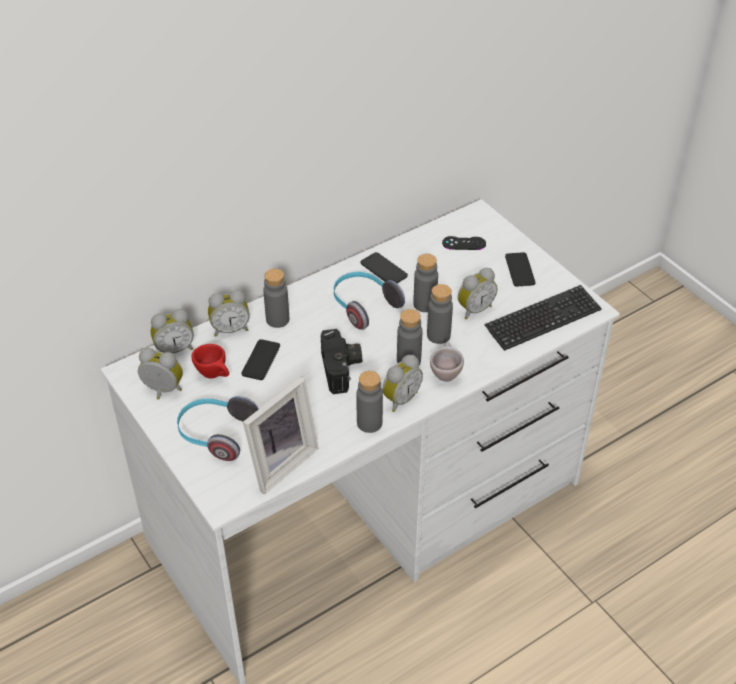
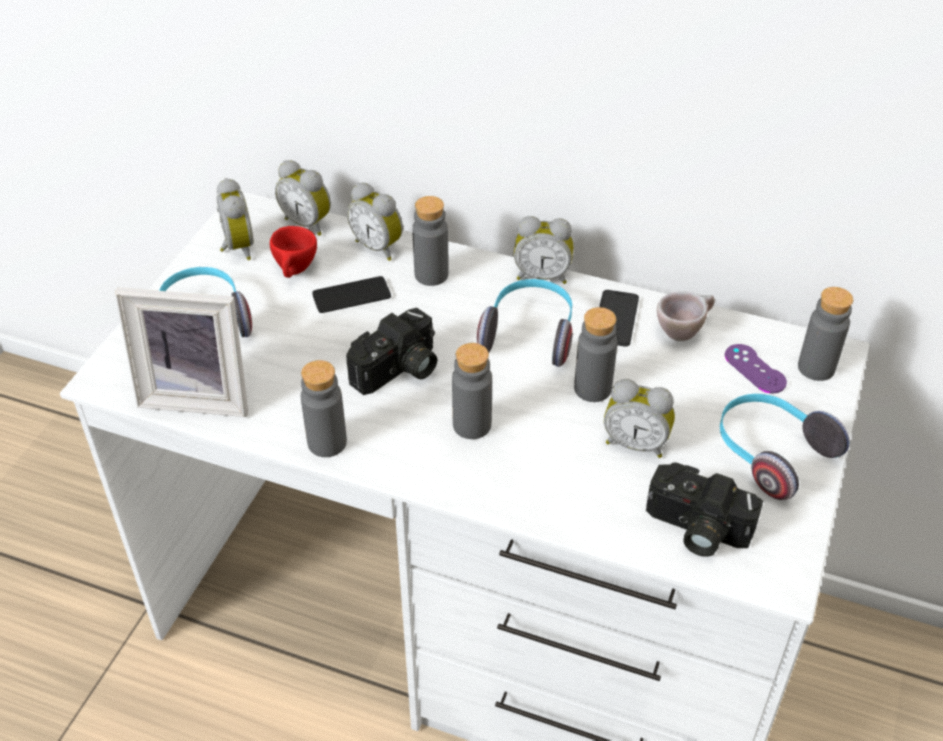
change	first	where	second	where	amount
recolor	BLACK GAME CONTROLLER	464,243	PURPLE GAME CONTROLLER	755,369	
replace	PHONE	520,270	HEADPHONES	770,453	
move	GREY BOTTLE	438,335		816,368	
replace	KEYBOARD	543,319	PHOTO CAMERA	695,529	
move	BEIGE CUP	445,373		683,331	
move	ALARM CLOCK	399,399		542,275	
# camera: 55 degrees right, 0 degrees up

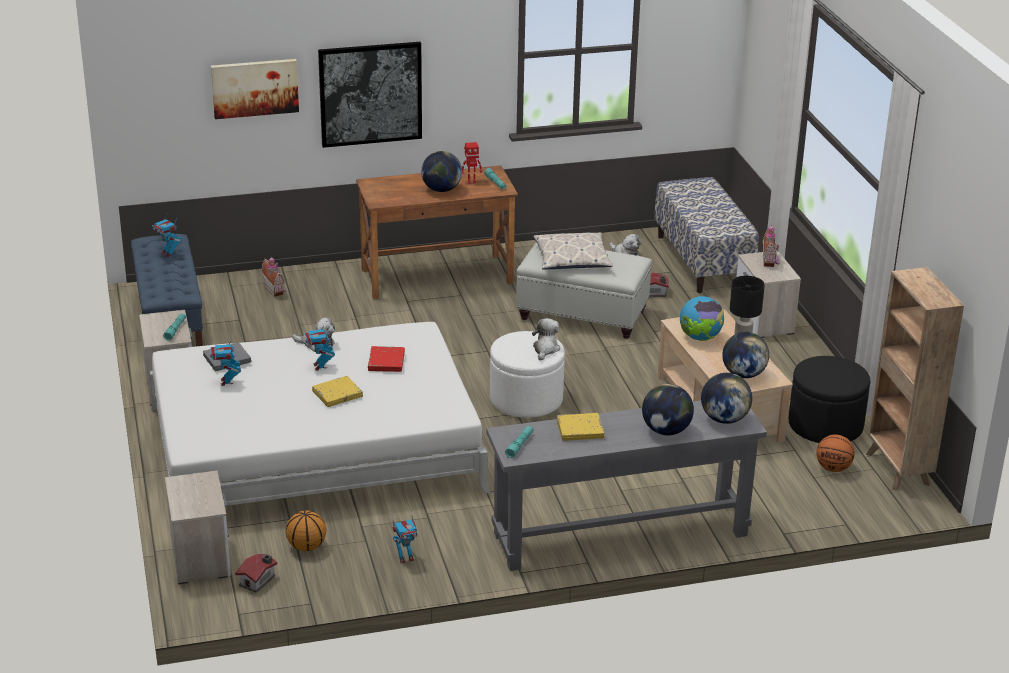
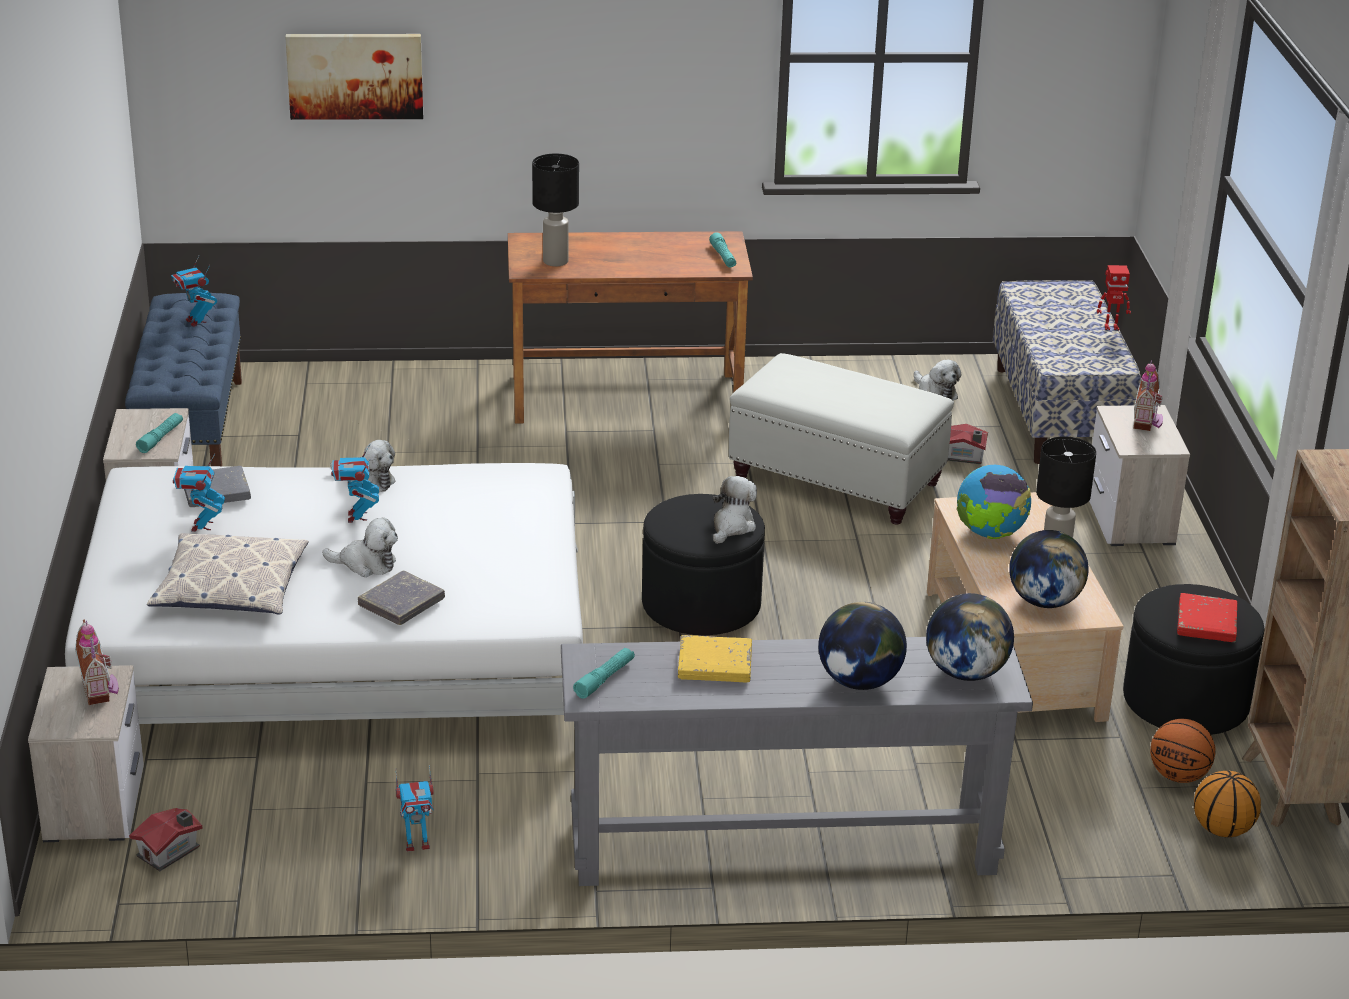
change	first	where	second	where	amount
delete	PICTURE	370,94			
move	TOY ROBOT	471,181		1111,327	
delete	GLOBE	441,190			
move	PILLOW	572,259		230,588	
move	TOY HOUSE	276,290		100,688	
recolor	WHITE OTTOMAN	526,399	BLACK OTTOMAN	701,605	
move	RED BOOK	386,362		1206,622	
replace	YELLOW BOOK	337,394	PLUSH TOY	366,564	
move	BASKETBALL	306,547		1222,830	
insert			BLACK TABLE LAMP	555,261	
insert			GREY BOOK	401,603	
# camera: 10 degrees right, 0 degrees up

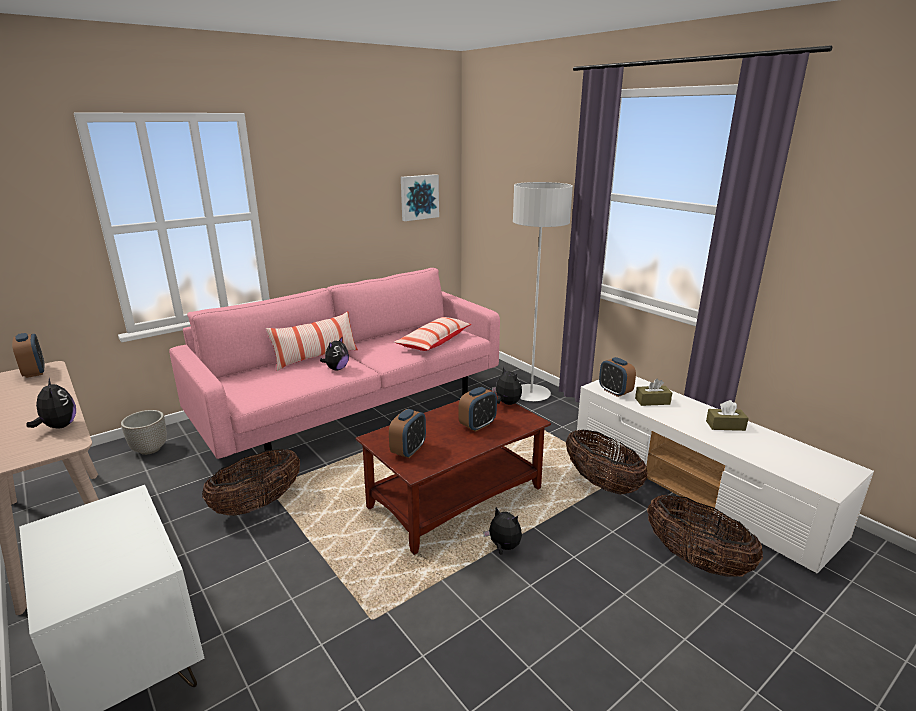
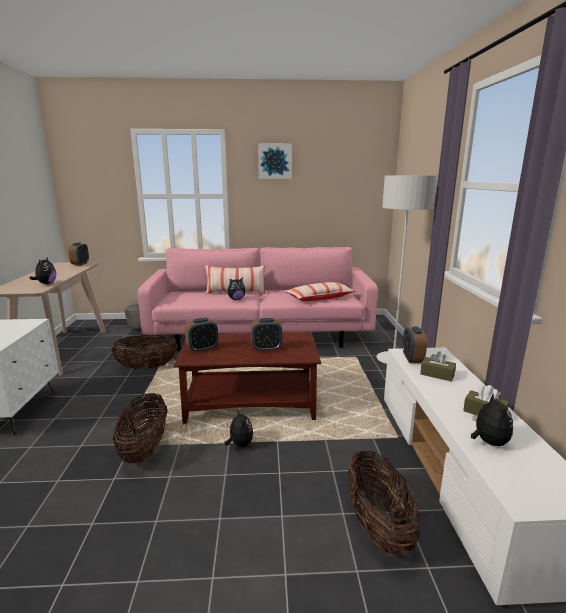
change	first	where	second	where	amount
move	PICTURE	419,197		275,161	
move	PLUSH TOY	506,403		488,442	
move	BASKET	601,483		144,448	
# camera: 35 degrees right, 5 degrees down

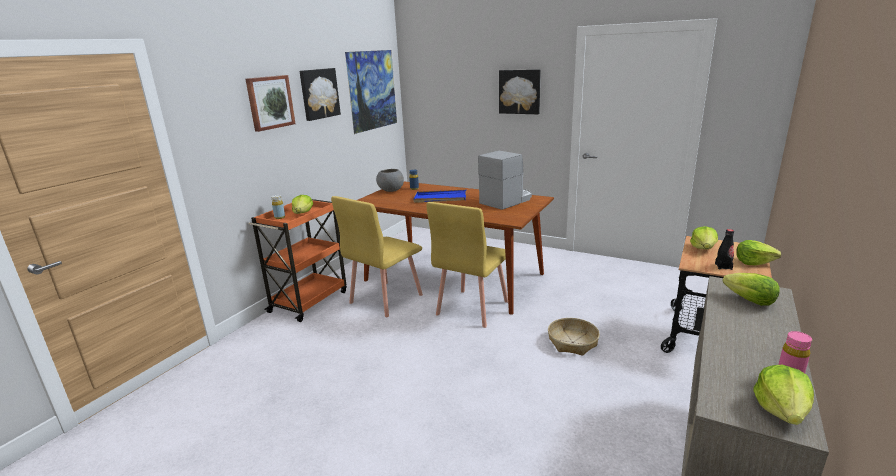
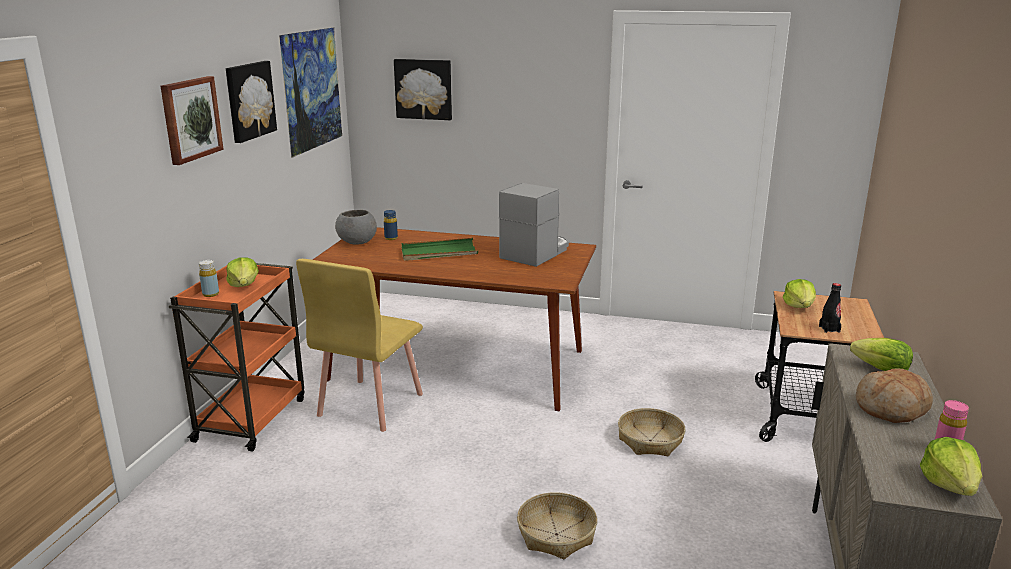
change	first	where	second	where	amount
move	PICTURE	520,91		424,89	
recolor	BLUE TRAY	440,198	GREEN TRAY	438,252	
delete	YELLOW CHAIR	471,308			
delete	LETTUCE	753,262			
insert			BREAD	892,408	
insert			BASKET	556,534	
# camera: 15 degrees left, 0 degrees up

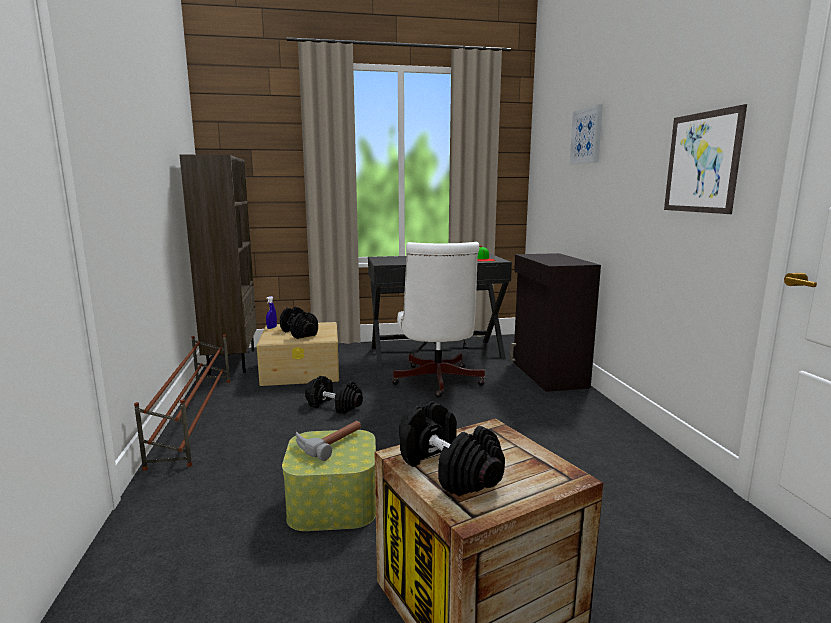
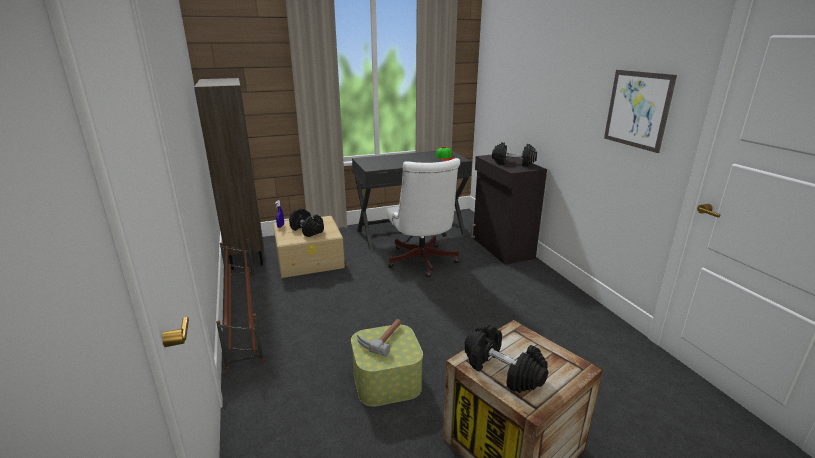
change	first	where	second	where	amount
delete	PICTURE	587,136			
move	BLACK DUMBBELL	334,406		513,163	
# camera: 10 degrees left, 10 degrees up

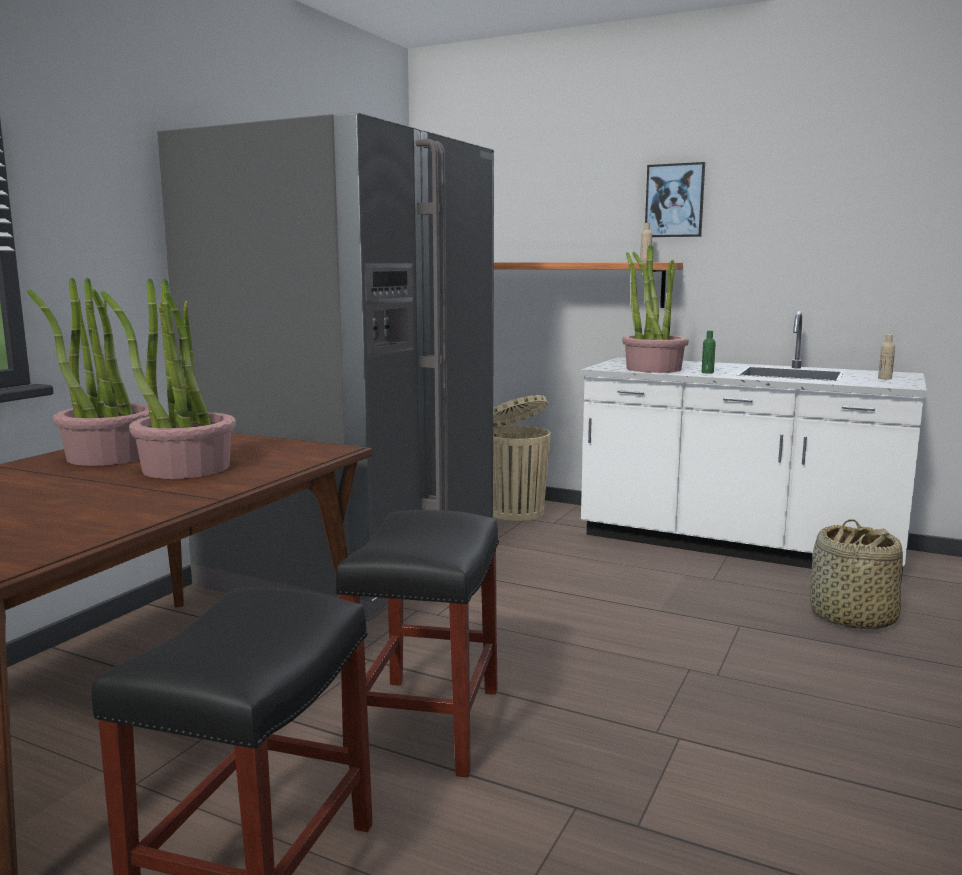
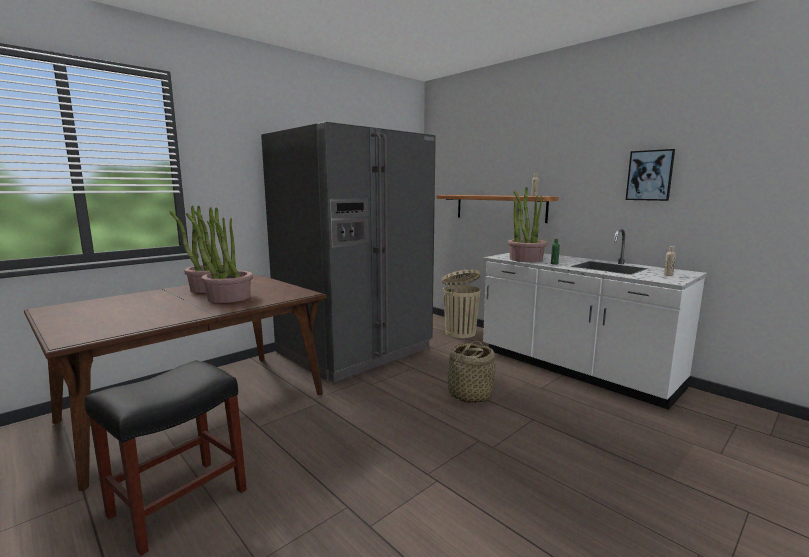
change	first	where	second	where	amount
move	PICTURE	674,200		650,175	
delete	BLACK STOOL	426,726			
move	BASKET	851,618		469,395	
# camera: 20 degrees right, 0 degrees up

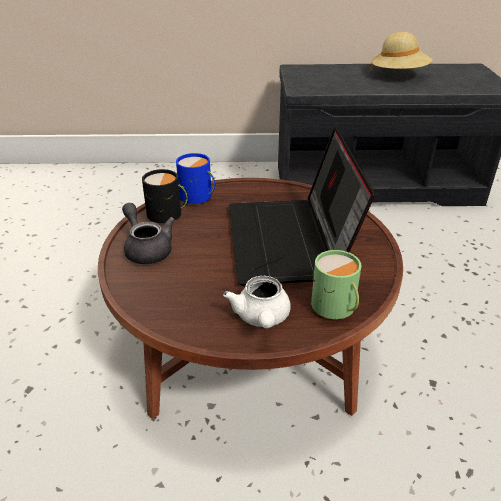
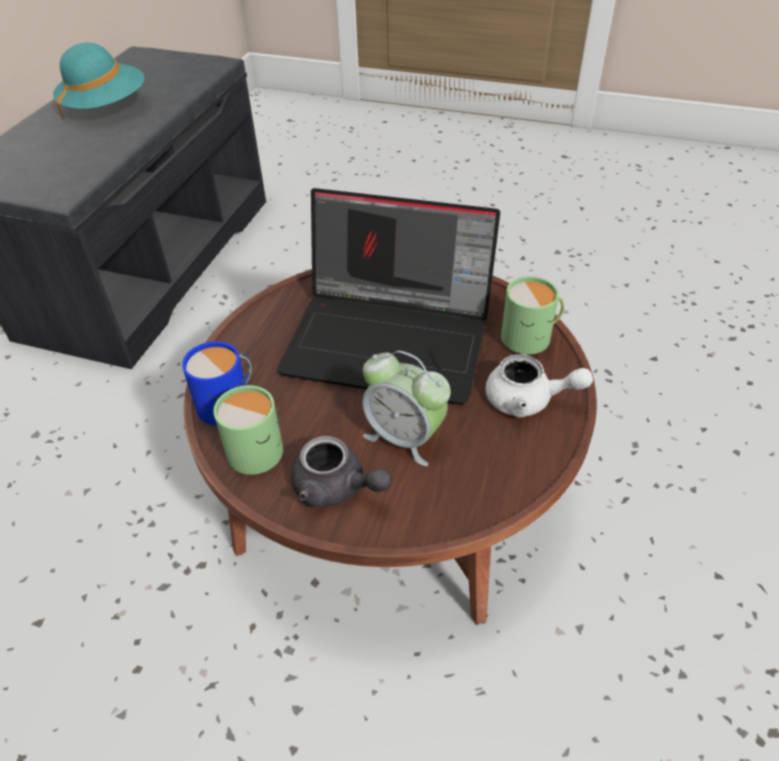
change	first	where	second	where	amount
recolor	BEIGE HAT	398,75	TURQUOISE HAT	106,108	
recolor	BLACK MUG	168,214	GREEN MUG	259,447	
rotate	GREY TEAPOT	147,248		337,488	135 degrees counterclockwise
insert			ALARM CLOCK	404,437	
# camera: 70 degrees left, 10 degrees up

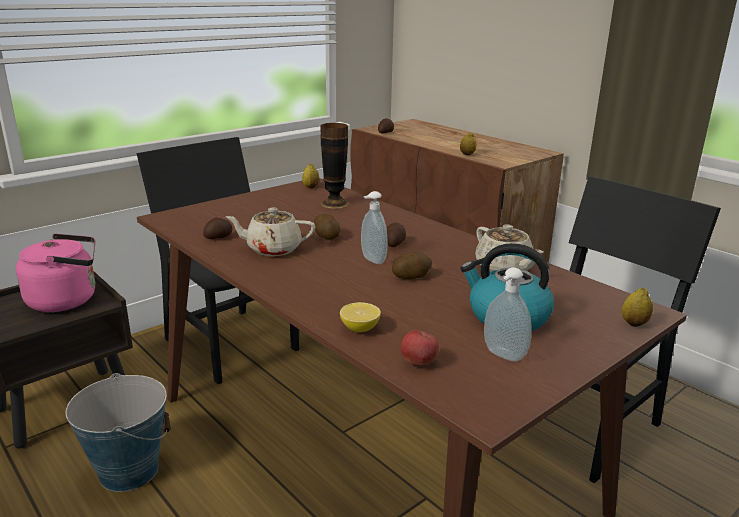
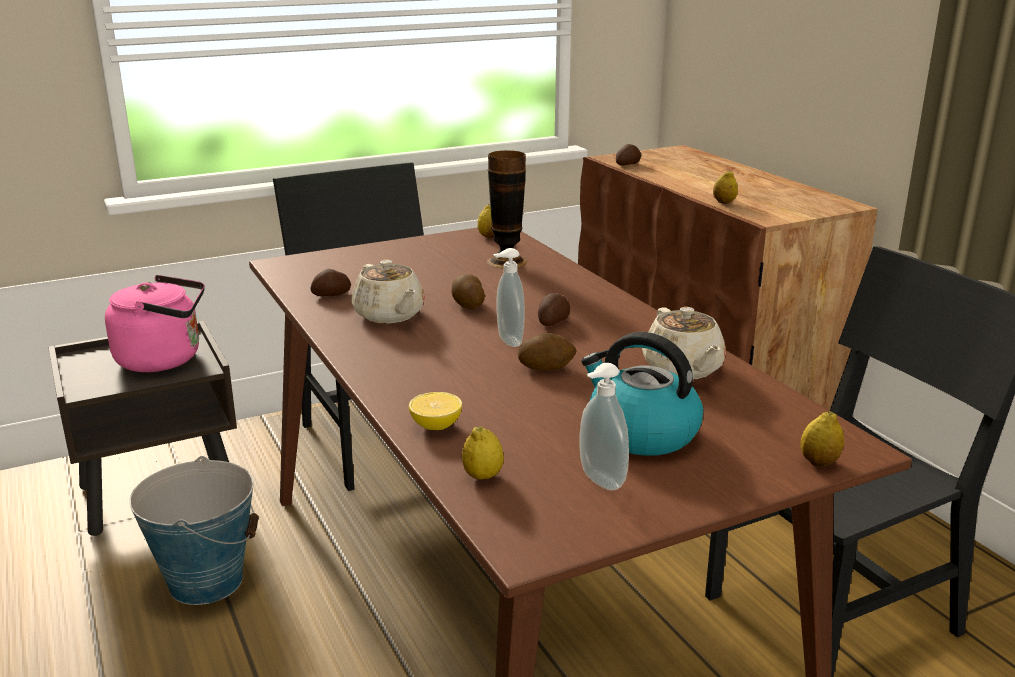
change	first	where	second	where	amount
rotate	BEIGE TEAPOT	272,249		389,315	135 degrees counterclockwise
replace	APPLE	418,363	LEMON	482,476	
# camera: 15 degrees right, 0 degrees up

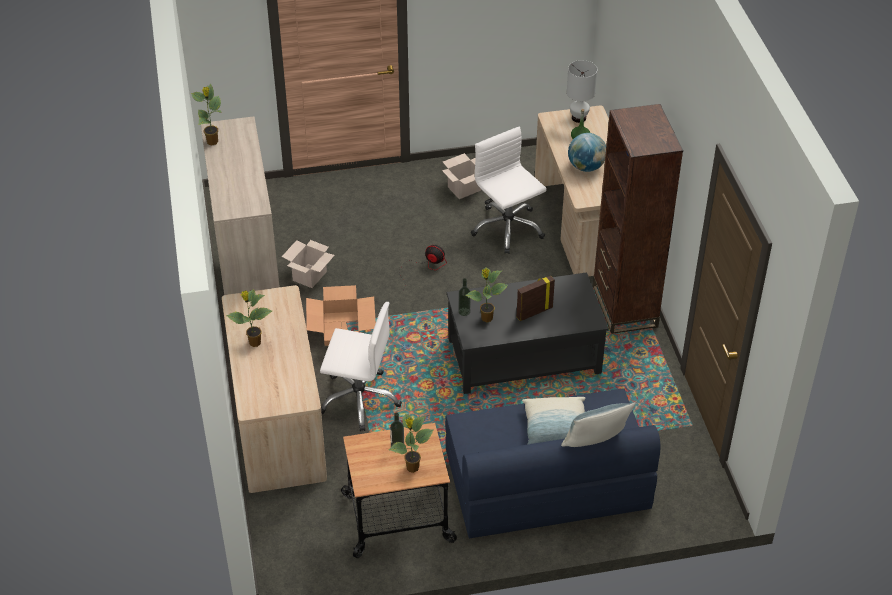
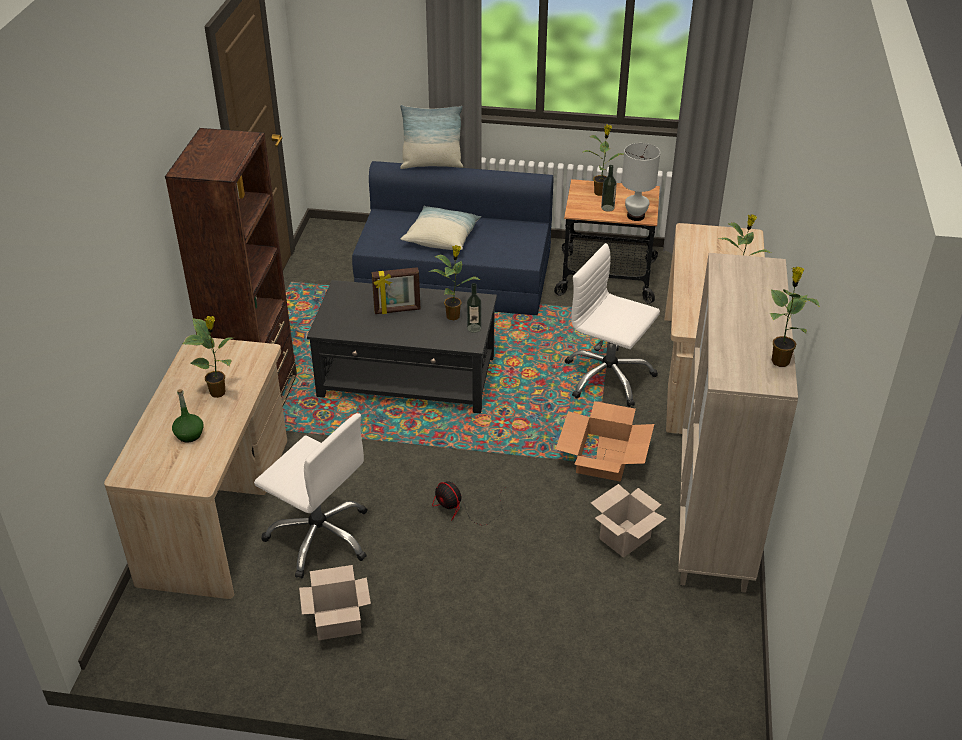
change	first	where	second	where	amount
move	WHITE TABLE LAMP	578,118		635,216	
rotate	WHITE OFFICE CHAIR	507,228		320,536	45 degrees counterclockwise
replace	GLOBE	586,167	POTTED PLANT	219,392	
# camera: 160 degrees left, 5 degrees down

